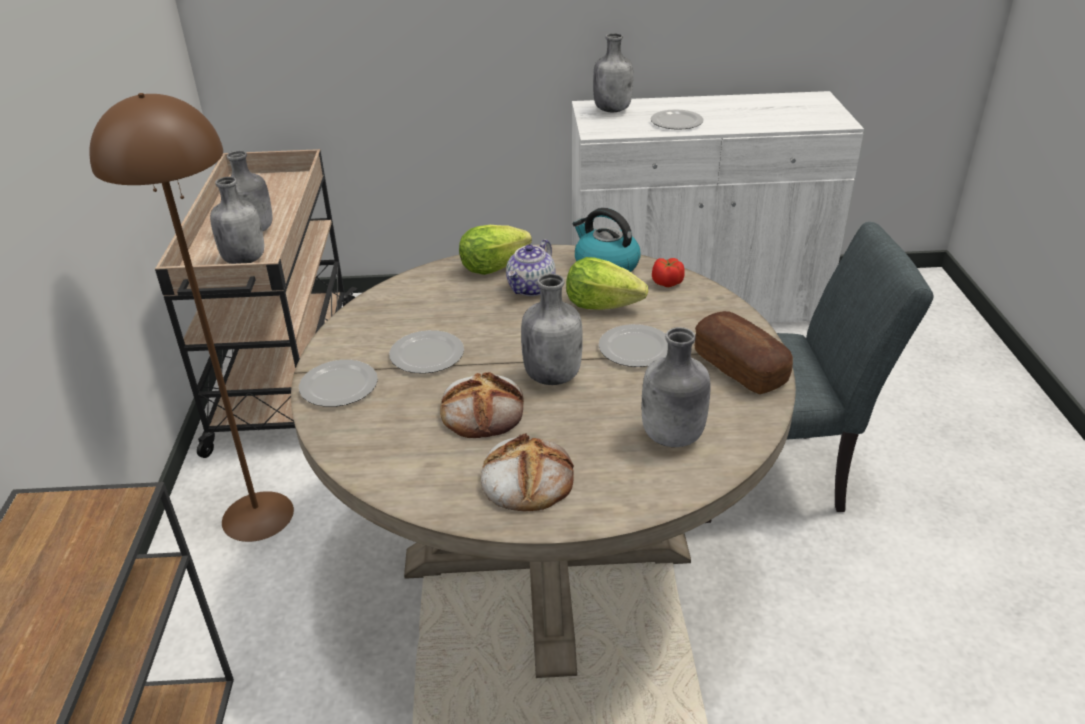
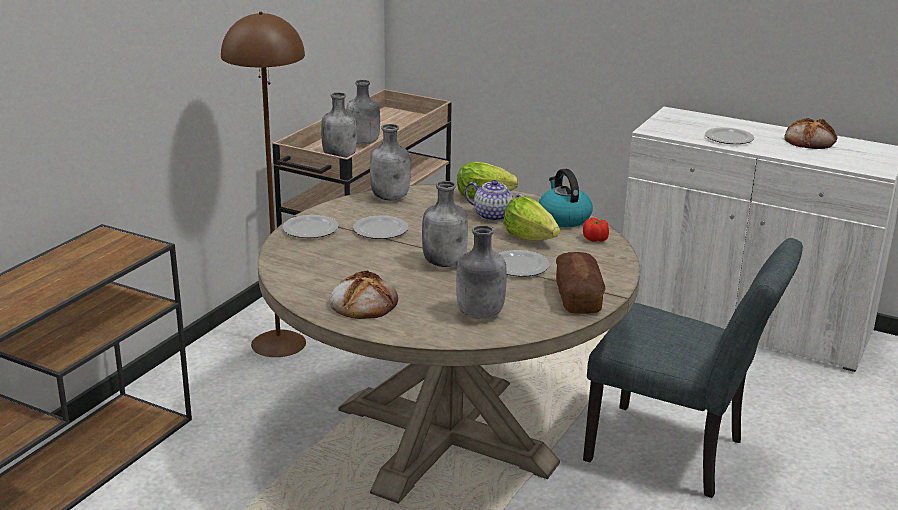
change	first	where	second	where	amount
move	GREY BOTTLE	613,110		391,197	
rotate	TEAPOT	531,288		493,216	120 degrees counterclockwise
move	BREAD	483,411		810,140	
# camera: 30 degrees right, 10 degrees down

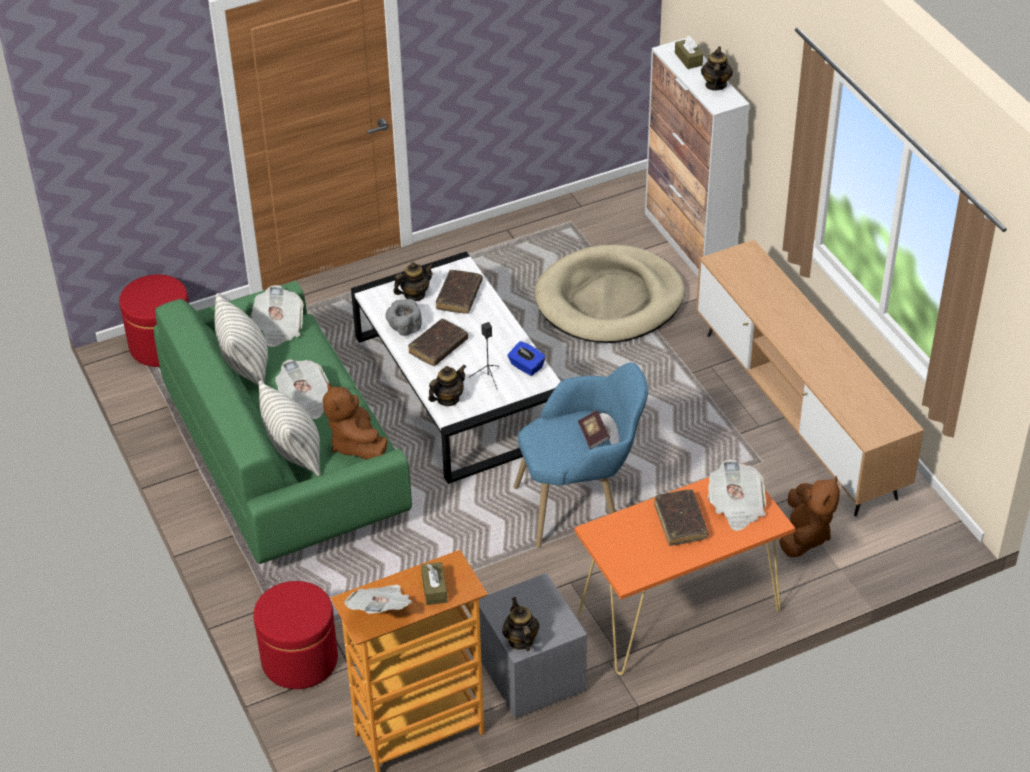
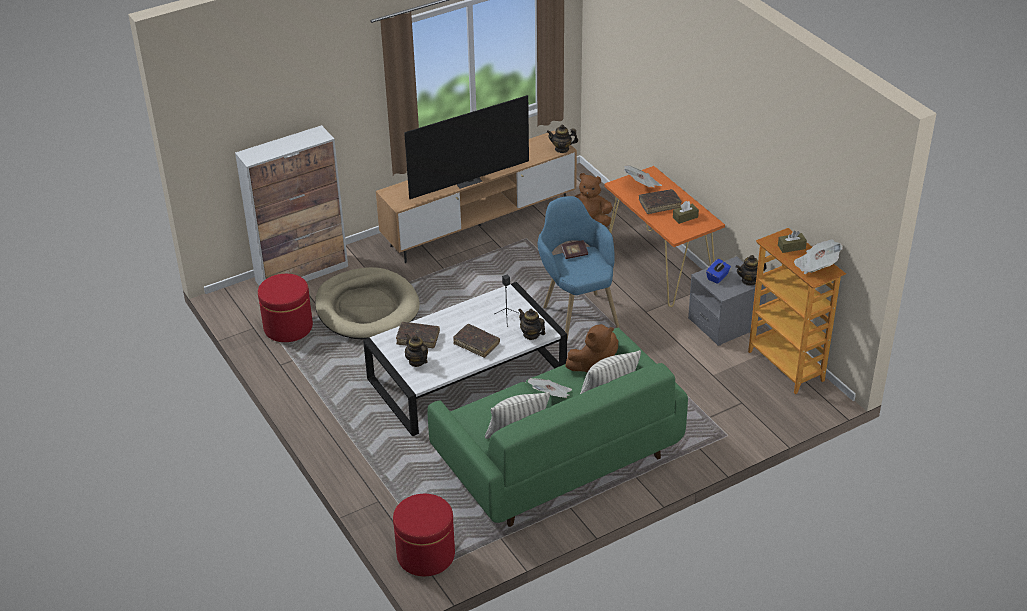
change	first	where	second	where	amount
move	BROWN TISSUE BOX	688,59		685,217	
move	TEAPOT	715,85		562,149	
delete	NEWSPAPER	278,328			
delete	GREY BOWL	404,327			
move	BLUE TISSUE BOX	526,366		718,277	
move	RED OTTOMAN	299,660		288,327	
insert			TELEVISION	467,180	
# camera: 95 degrees left, 5 degrees down

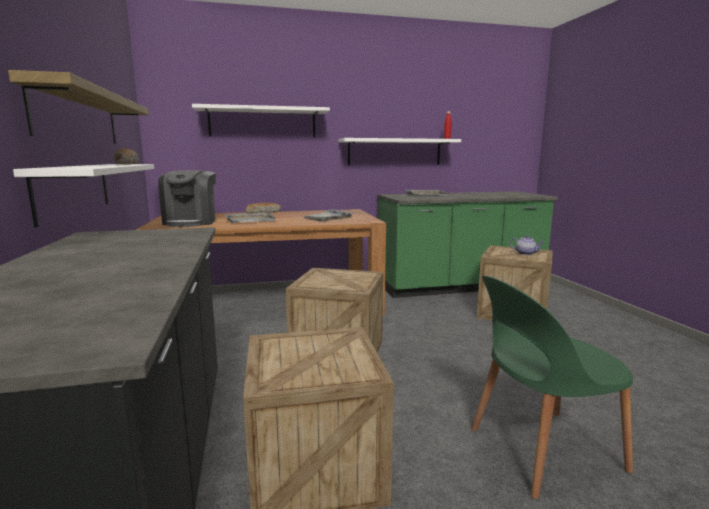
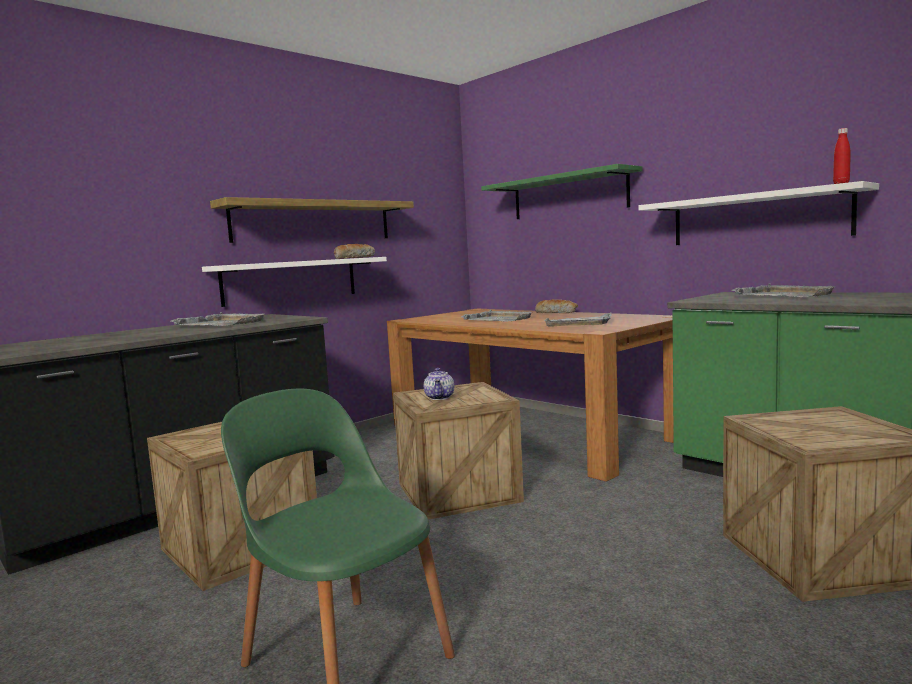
change	first	where	second	where	amount
recolor	WHITE SHELF	263,123	GREEN SHELF	568,195	
delete	COFFEE MACHINE	191,222			
move	TEAPOT	525,253		440,397	
insert			GREY TRAY	221,324	
# camera: 60 degrees right, 5 degrees down

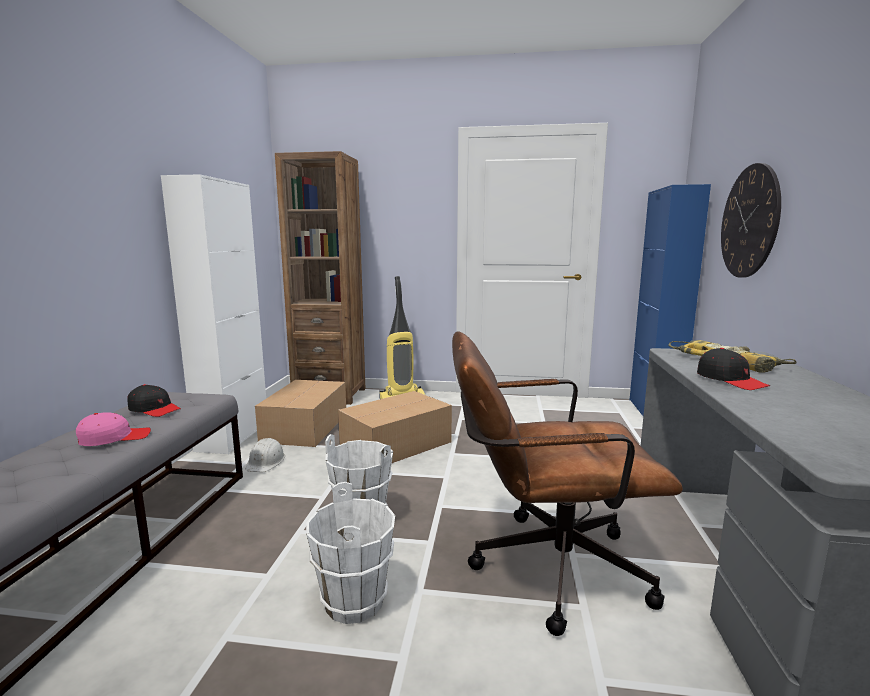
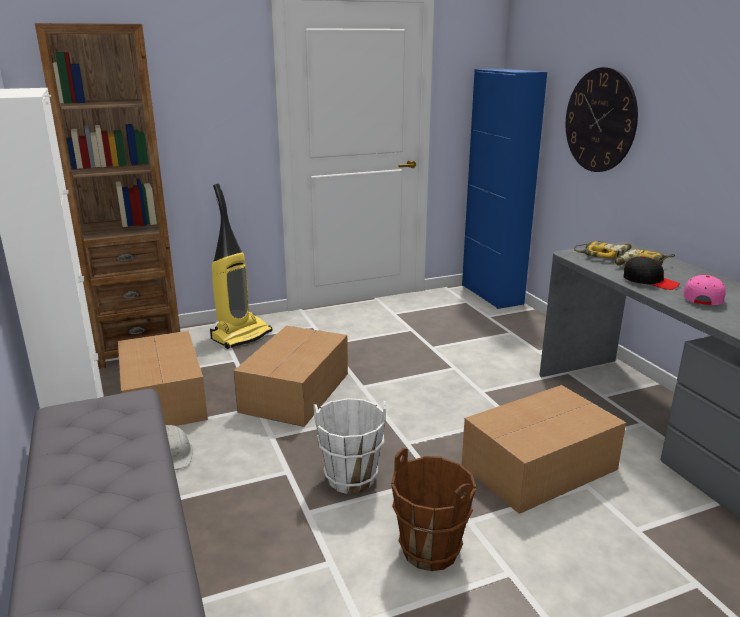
change	first	where	second	where	amount
replace	BROWN OFFICE CHAIR	543,567	CARDBOARD BOX	536,467	
delete	BLACK CAP	154,409			
move	PINK CAP	114,438		702,297	
recolor	WHITE BUCKET	355,601	BROWN BUCKET	430,550	
# camera: 30 degrees left, 10 degrees up

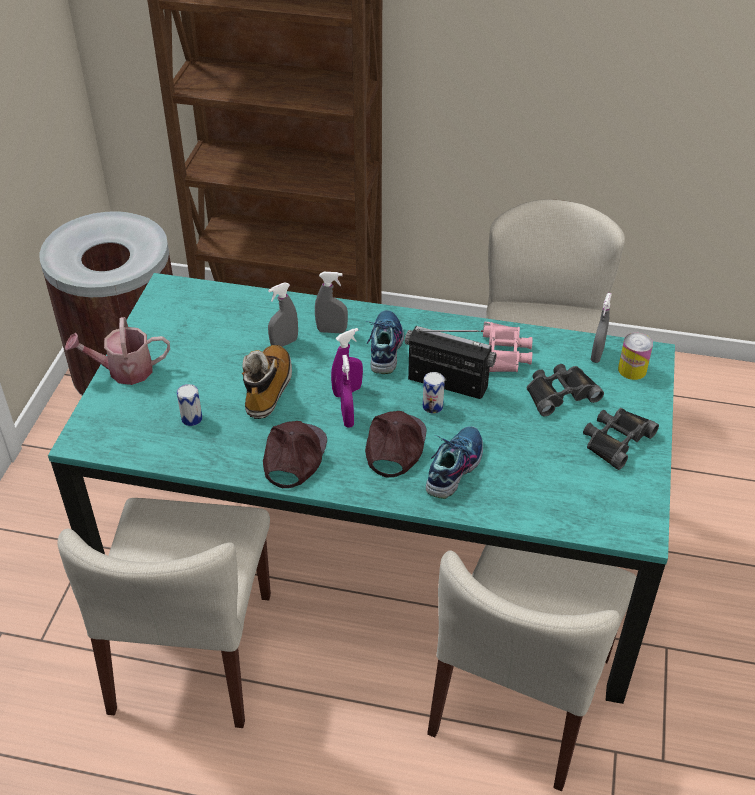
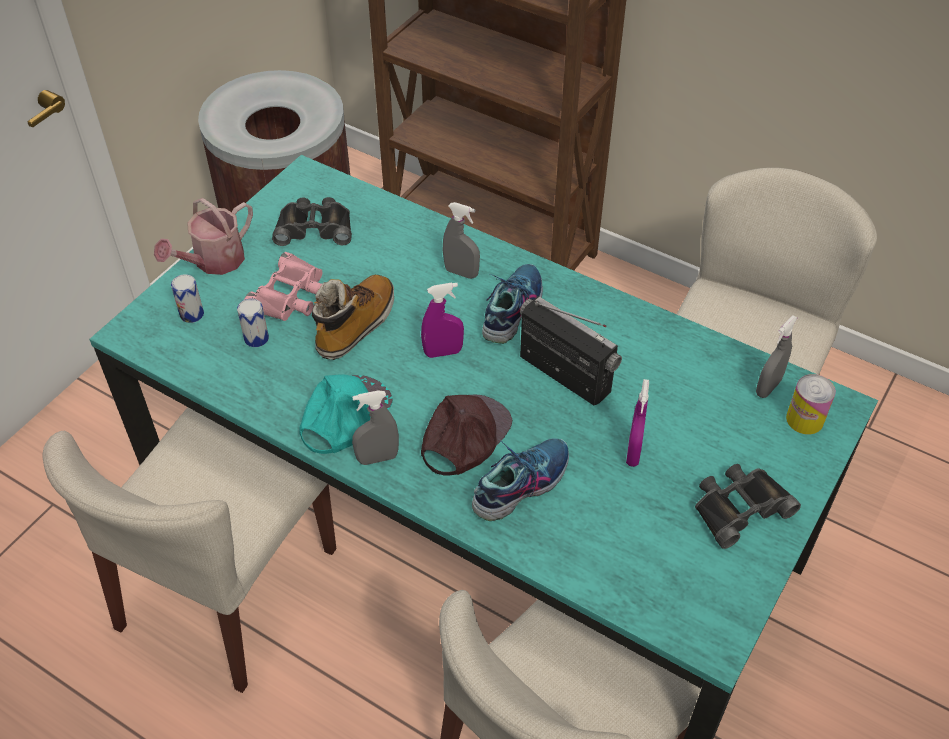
change	first	where	second	where	amount
move	GREY SPRAY BOTTLE	284,343		377,458	
rotate	WATERING CAN	124,371		213,262	60 degrees counterclockwise
move	PINK BINOCULARS	505,353		291,295	
move	PURPLE SPRAY BOTTLE	347,418		633,452	
move	BLACK BINOCULARS	560,393		314,227	
move	CAN	432,406		192,314	
recolor	BROWN CAP	294,456	TURQUOISE CAP	344,416	
# camera: 20 degrees right, 5 degrees up

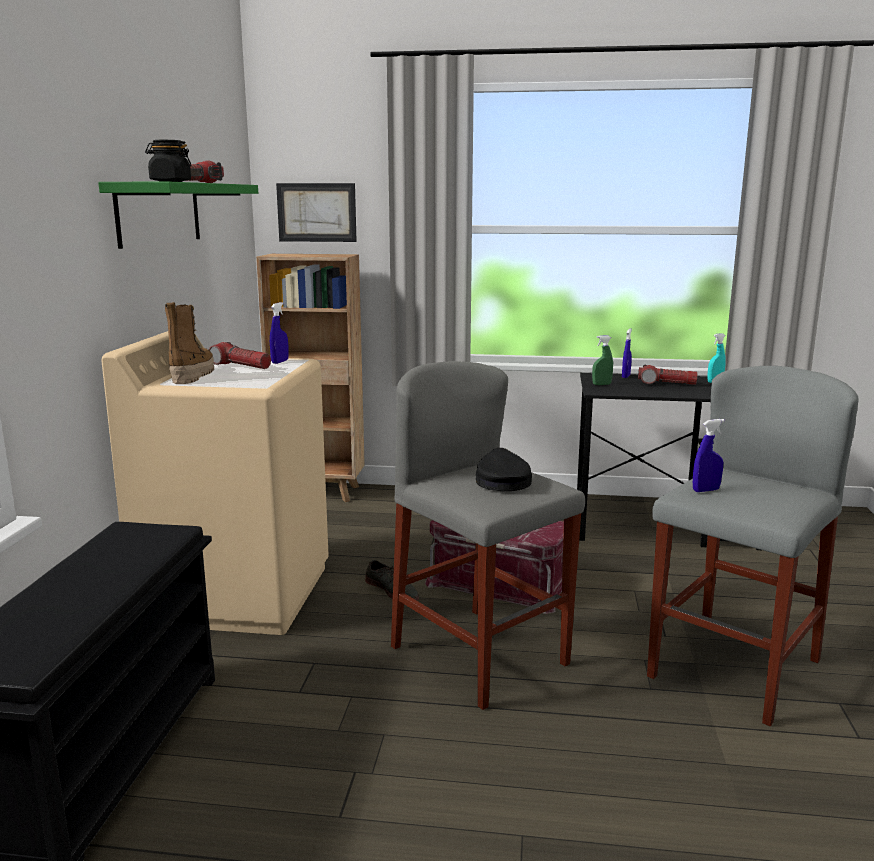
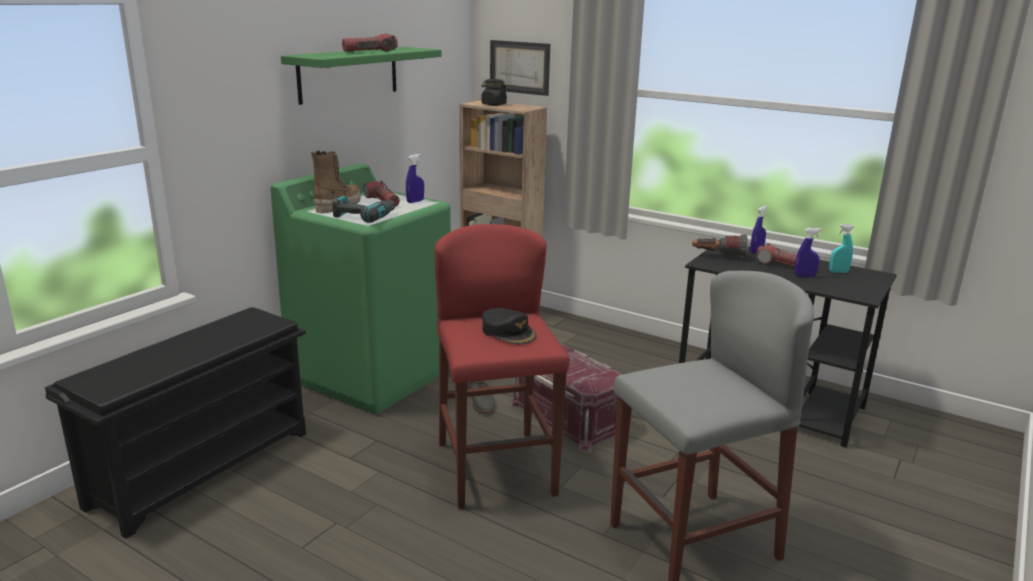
change	first	where	second	where	amount
move	BLACK JAR	170,182		493,104	
recolor	BEIGE WASHING MACHINE	237,592	GREEN WASHING MACHINE	372,375	
replace	GREEN SPRAY BOTTLE	601,384	FLASHLIGHT	718,256	
recolor	GREY STOOL	479,655	RED STOOL	496,468	
move	BLUE SPRAY BOTTLE	706,490		804,276	
rotate	BLACK CAP	501,481		508,332	120 degrees clockwise
insert			POWER DRILL	364,216	
# camera: 25 degrees right, 5 degrees up

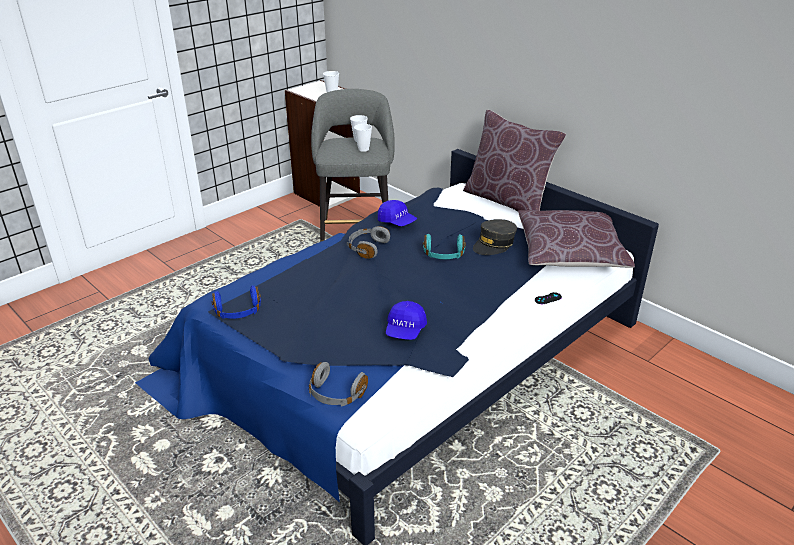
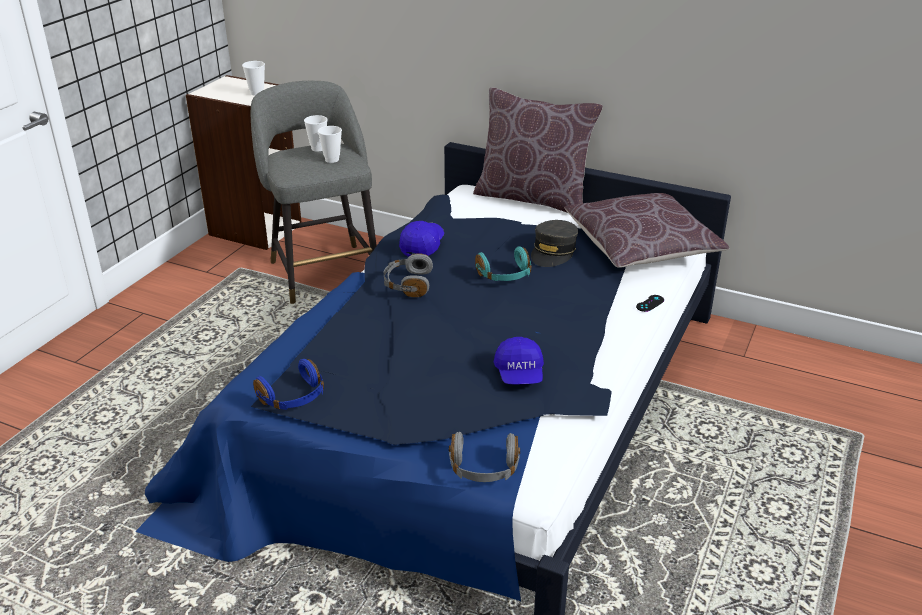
change	first	where	second	where	amount
rotate	BLUE CAP	397,222		422,245	90 degrees counterclockwise
# camera: 20 degrees left, 0 degrees up

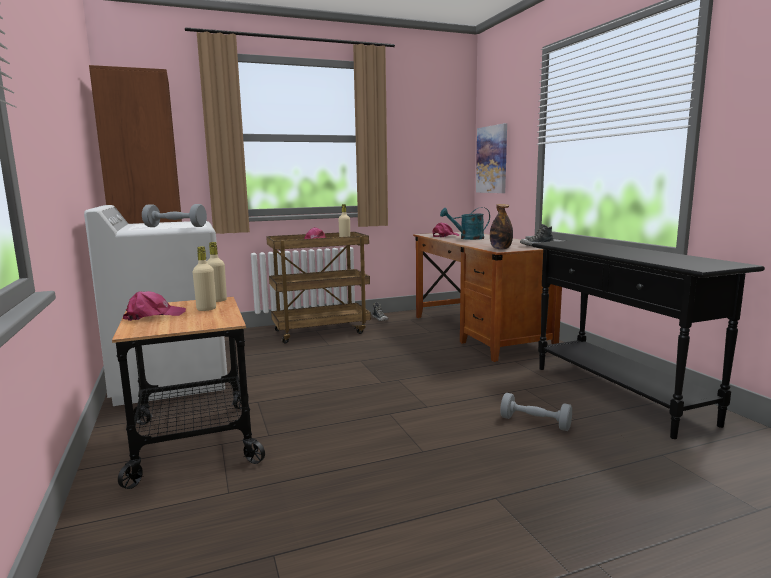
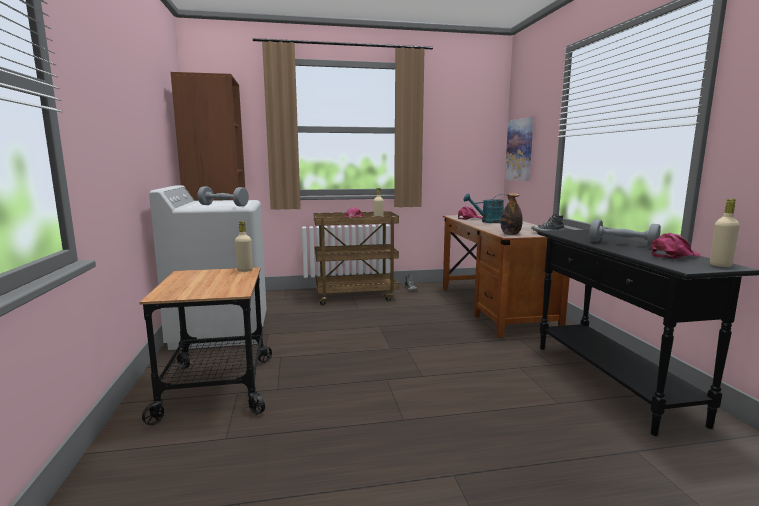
change	first	where	second	where	amount
move	BEIGE BOTTLE	206,309		720,265	
move	PINK CAP	154,315		674,256	
move	GREY DUMBBELL	535,423		622,244	
# camera: 10 degrees right, 0 degrees up

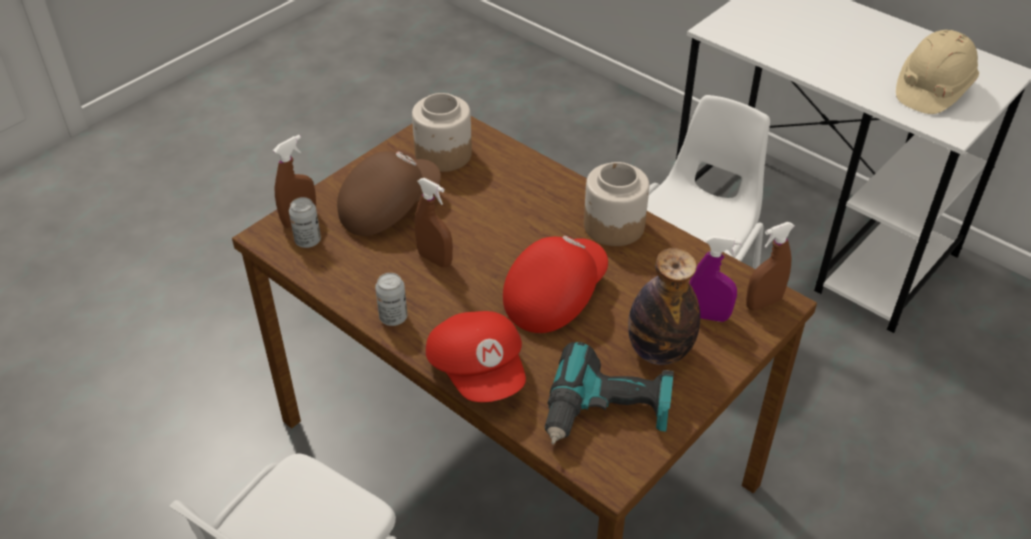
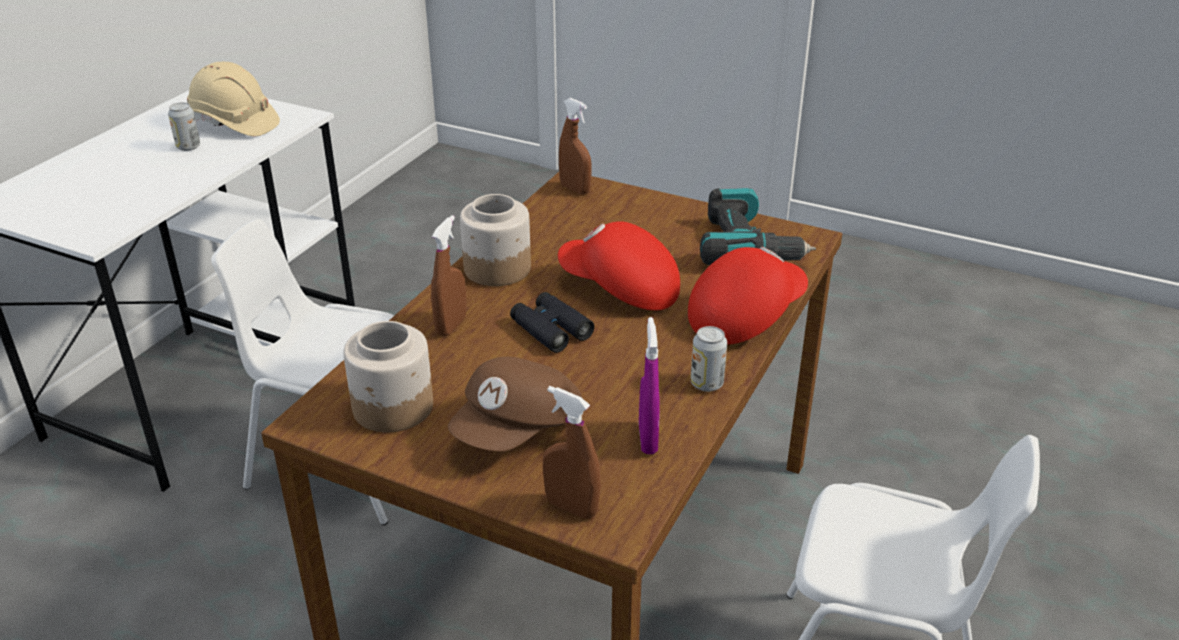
change	first	where	second	where	amount
rotate	BROWN CAP	388,207		519,430	90 degrees counterclockwise
move	BROWN SPRAY BOTTLE	435,259		451,325	
move	CAN	308,241		188,147	
move	PURPLE SPRAY BOTTLE	707,316		648,439	
delete	BOTTLE	659,351			
insert			BLACK BINOCULARS	551,330	
# camera: 105 degrees left, 10 degrees down

